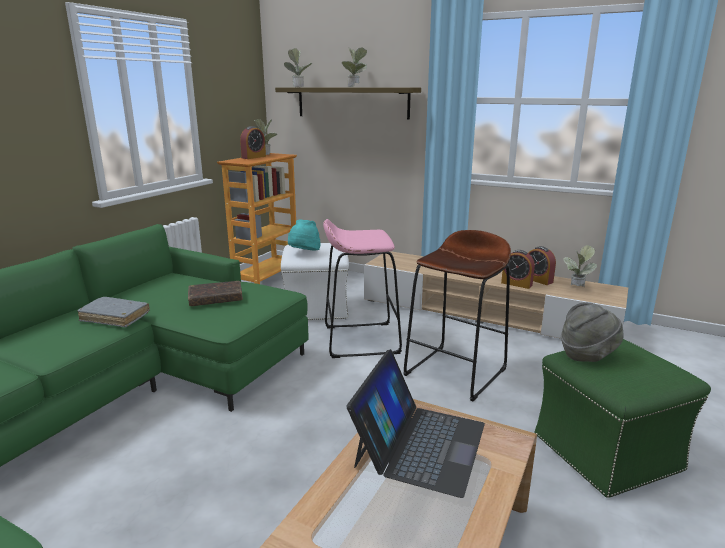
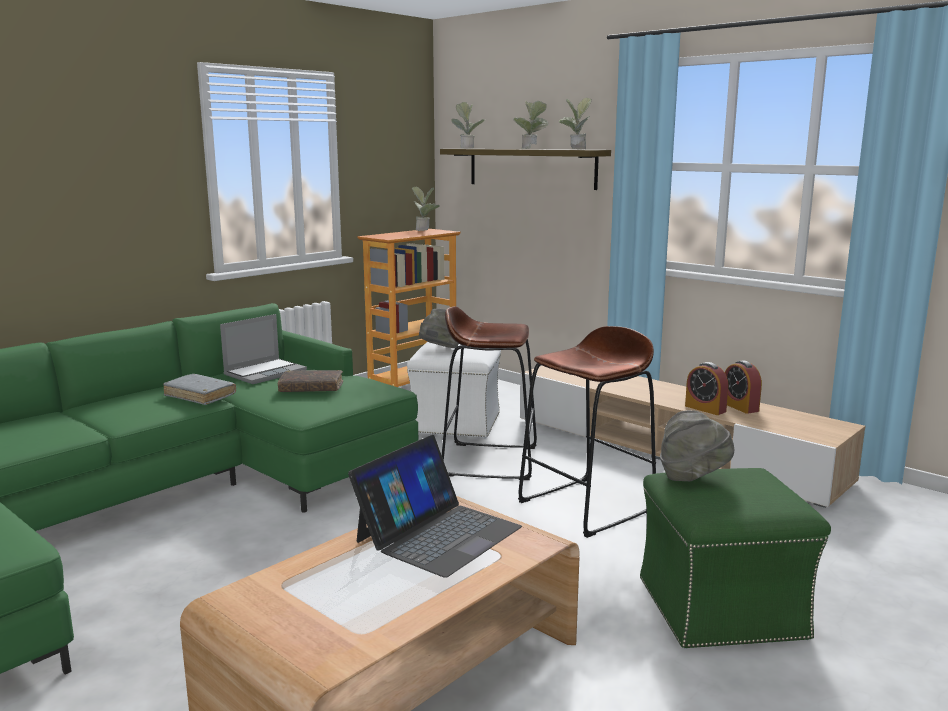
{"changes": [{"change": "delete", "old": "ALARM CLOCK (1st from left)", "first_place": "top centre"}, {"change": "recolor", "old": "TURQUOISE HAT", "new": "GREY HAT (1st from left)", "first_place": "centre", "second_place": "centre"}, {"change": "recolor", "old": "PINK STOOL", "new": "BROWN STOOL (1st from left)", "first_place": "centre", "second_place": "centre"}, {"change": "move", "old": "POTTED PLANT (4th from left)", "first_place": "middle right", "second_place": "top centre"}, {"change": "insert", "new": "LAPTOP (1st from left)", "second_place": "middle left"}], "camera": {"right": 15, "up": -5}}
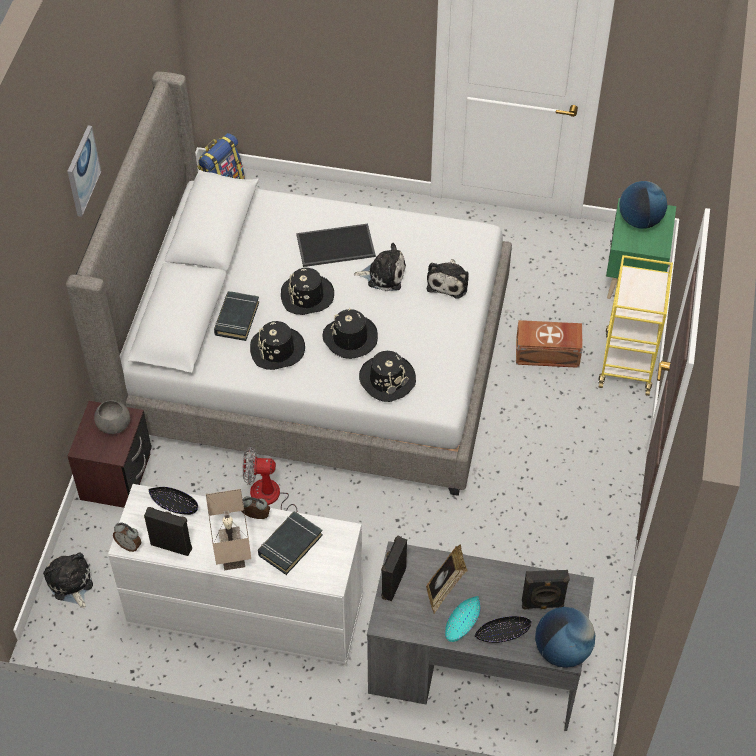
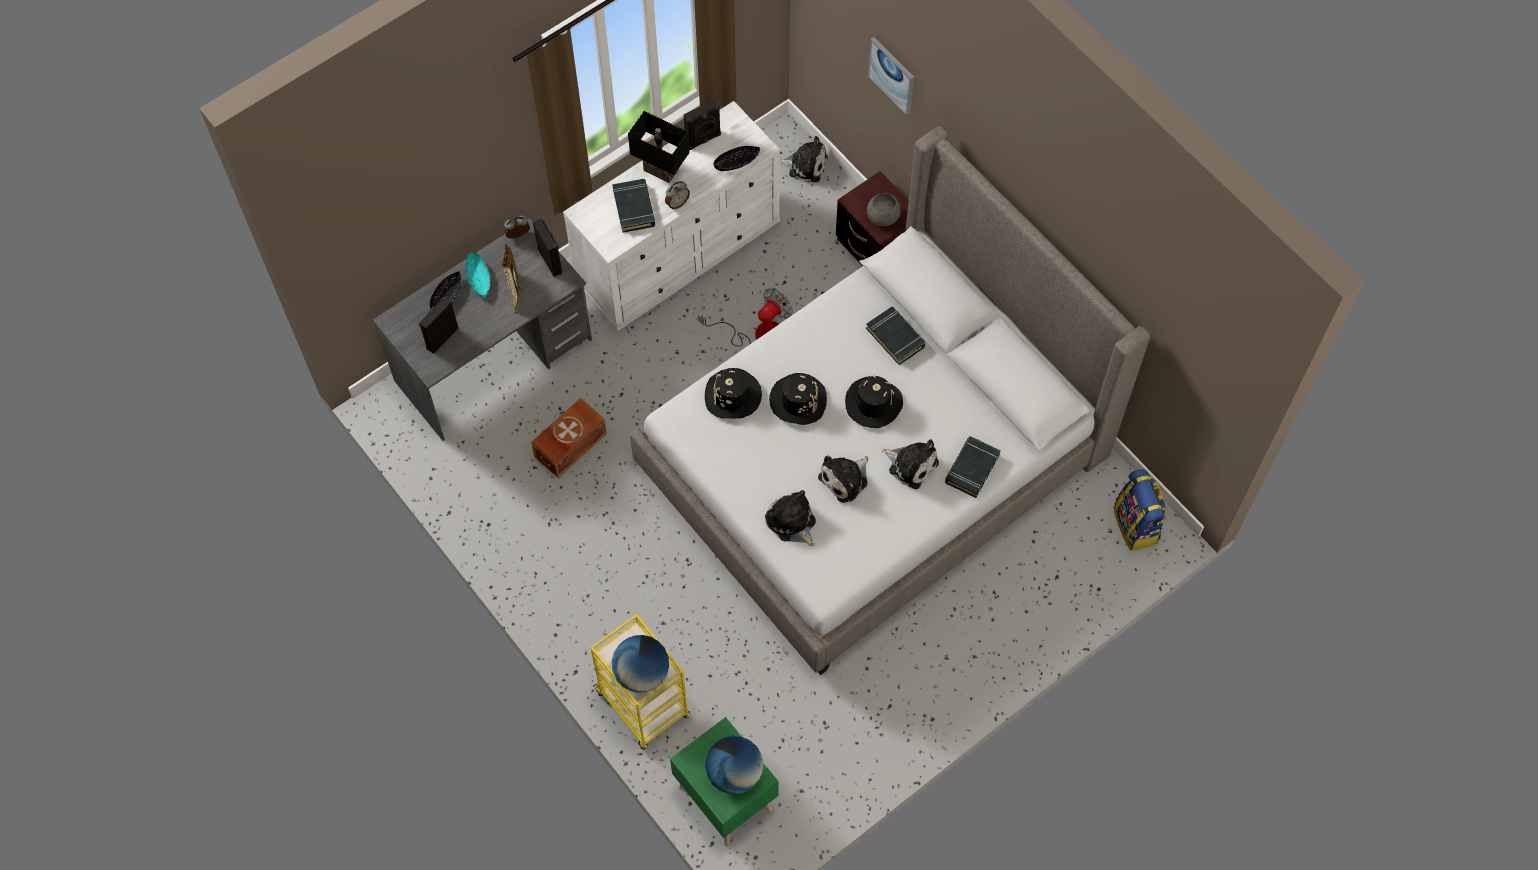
{"changes": [{"change": "move", "old": "PICTURE", "first_place": "top left", "second_place": "top centre"}, {"change": "move", "old": "ALARM CLOCK (1st from left)", "first_place": "bottom left", "second_place": "top centre"}, {"change": "recolor", "old": "BEIGE TABLE LAMP", "new": "BLACK TABLE LAMP", "first_place": "bottom left", "second_place": "top centre"}, {"change": "delete", "old": "BLACK HAT (1st from left)", "first_place": "centre"}, {"change": "replace", "old": "TRAY", "new": "PLUSH TOY (4th from left)", "first_place": "top centre", "second_place": "centre"}, {"change": "move", "old": "BROWN STORAGE BOX", "first_place": "middle right", "second_place": "centre"}, {"change": "move", "old": "GLOBE (1st from left)", "first_place": "bottom right", "second_place": "bottom centre"}, {"change": "insert", "new": "BLACK BOOK (3rd from left)", "second_place": "centre"}], "camera": {"right": 130, "up": 10}}
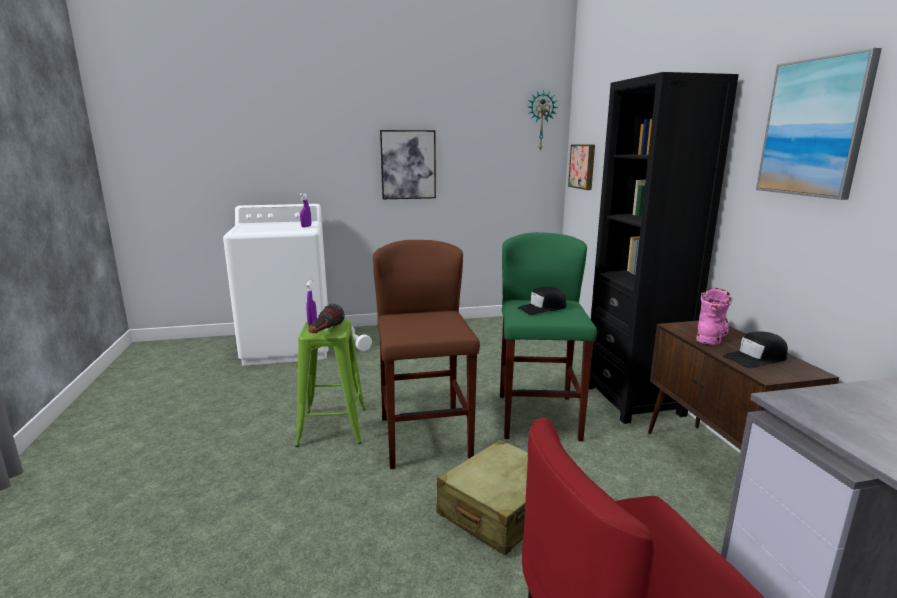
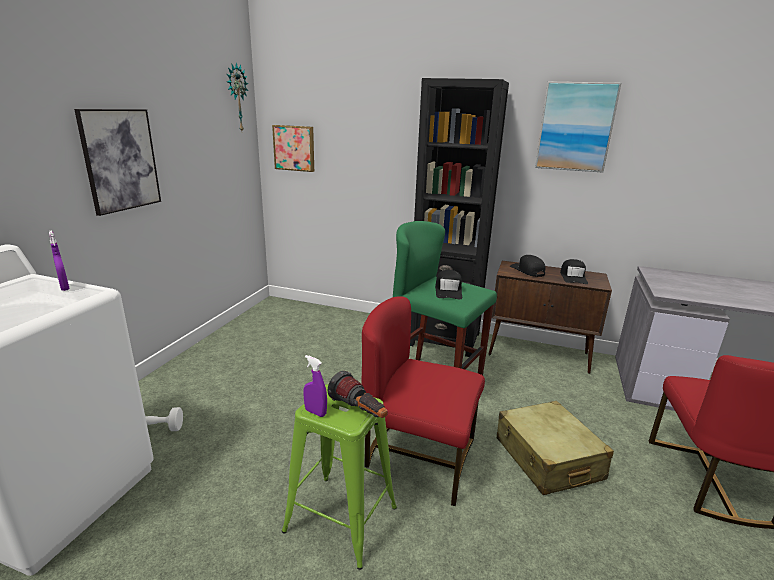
{"changes": [{"change": "replace", "old": "BROWN STOOL", "new": "RED CHAIR (1st from left)", "first_place": "centre", "second_place": "bottom centre"}, {"change": "replace", "old": "PINK BOOT", "new": "BLACK CAP (2nd from left)", "first_place": "middle right", "second_place": "middle right"}], "camera": {"right": -60, "up": 5}}
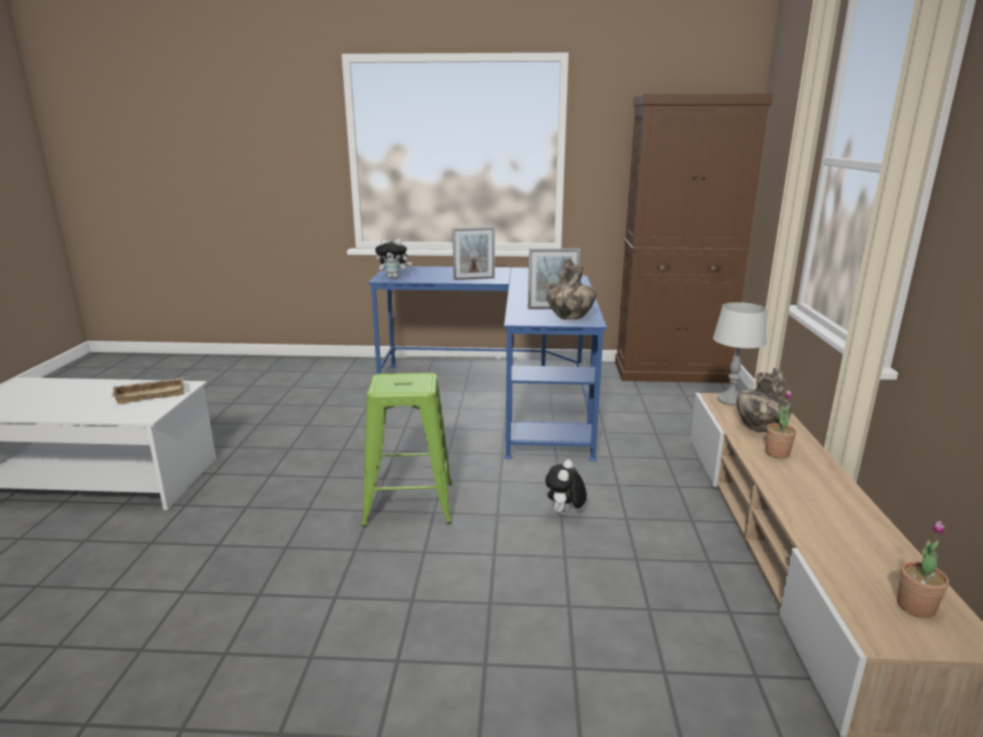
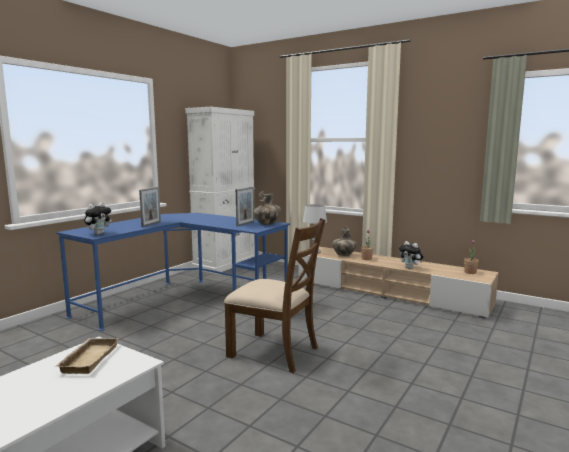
{"changes": [{"change": "replace", "old": "GREEN STOOL", "new": "BROWN CHAIR", "first_place": "centre", "second_place": "centre"}, {"change": "move", "old": "PLUSH TOY (2nd from left)", "first_place": "centre", "second_place": "middle right"}, {"change": "recolor", "old": "BROWN CABINET", "new": "WHITE CABINET", "first_place": "top right", "second_place": "centre"}], "camera": {"right": -60, "up": -10}}
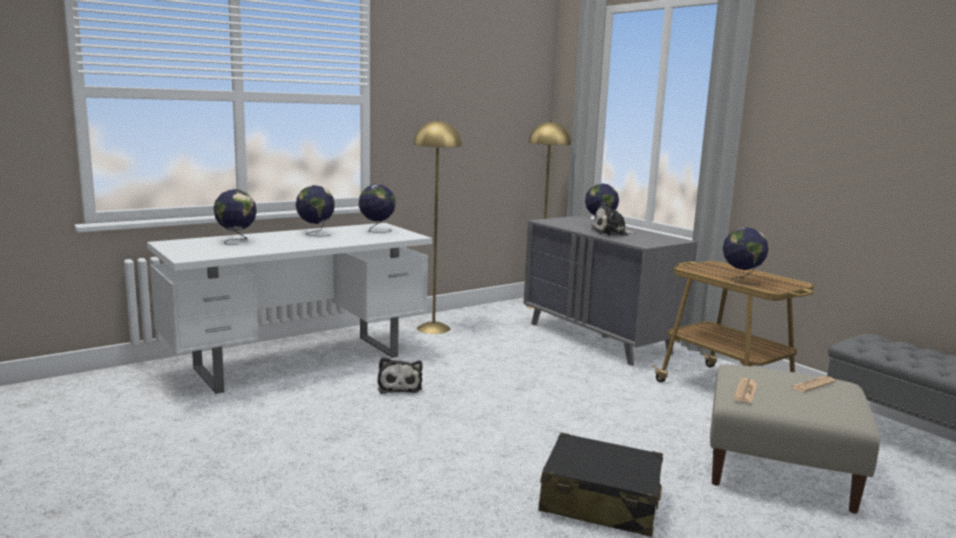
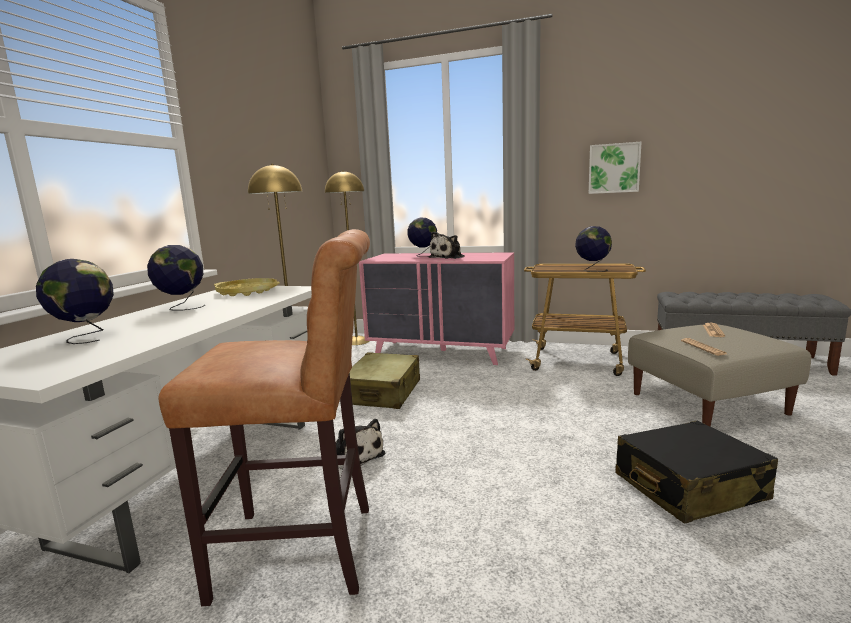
{"changes": [{"change": "replace", "old": "GLOBE (3rd from left)", "new": "YELLOW TRAY", "first_place": "centre", "second_place": "middle left"}, {"change": "recolor", "old": "GREY DRESSER", "new": "PINK DRESSER", "first_place": "centre", "second_place": "centre"}, {"change": "insert", "new": "BROWN STOOL", "second_place": "bottom left"}, {"change": "insert", "new": "BEIGE SUITCASE", "second_place": "centre"}, {"change": "insert", "new": "PICTURE", "second_place": "top right"}], "camera": {"right": -35, "up": 0}}
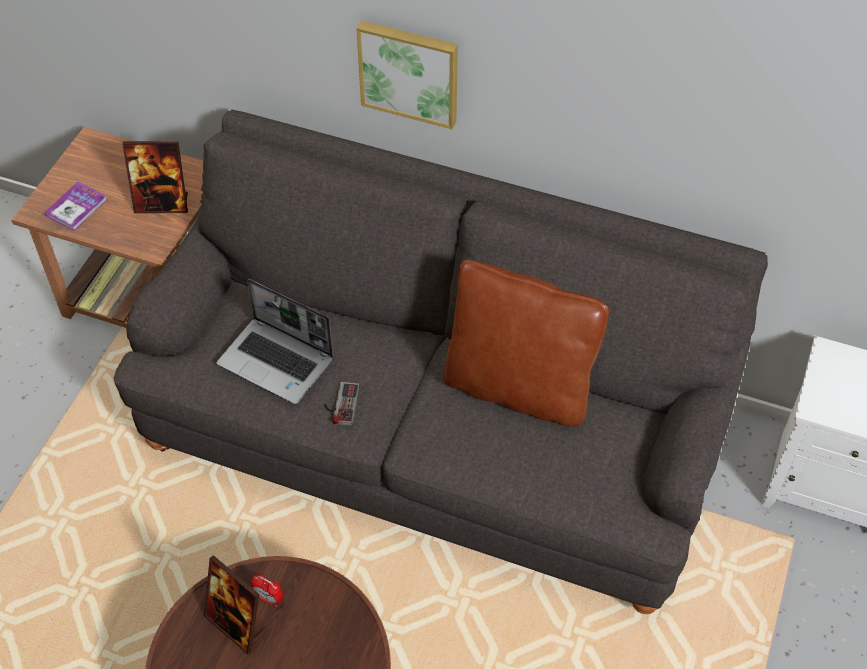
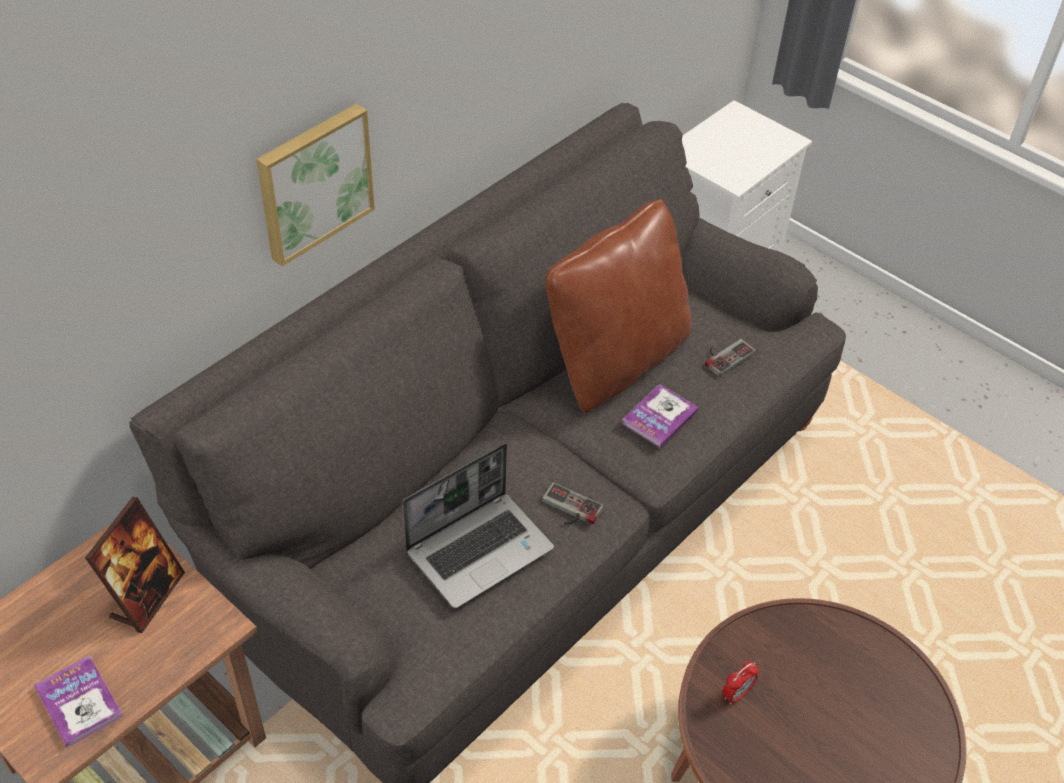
{"changes": [{"change": "delete", "old": "PICTURE FRAME (2nd from left)", "first_place": "bottom left"}, {"change": "insert", "new": "BOOK (2nd from left)", "second_place": "centre"}, {"change": "insert", "new": "GAME CONTROLLER (2nd from left)", "second_place": "middle right"}], "camera": {"right": -70, "up": -5}}
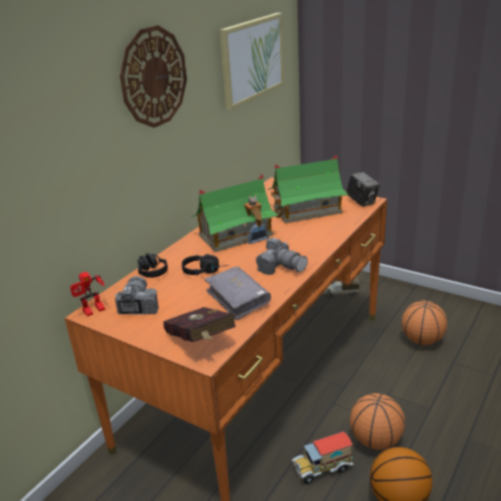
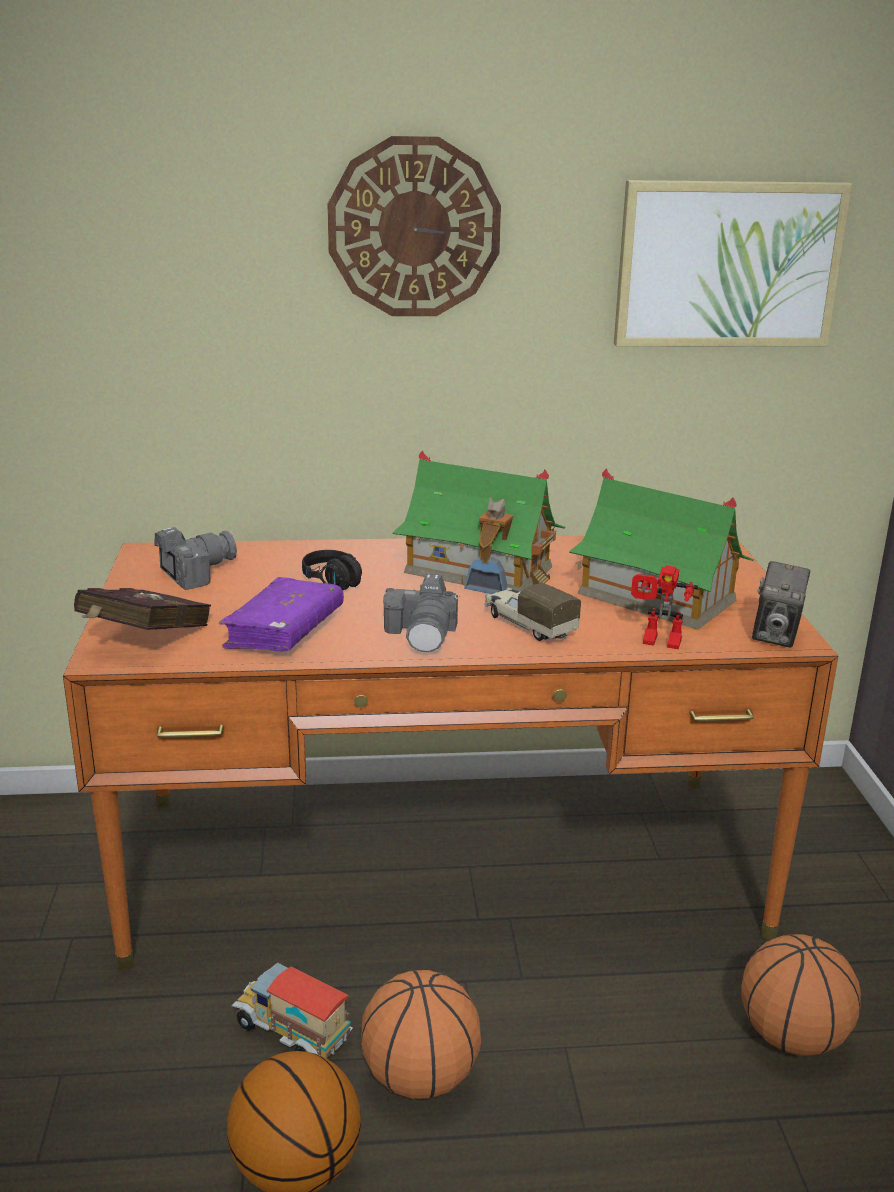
{"changes": [{"change": "move", "old": "TOY ROBOT", "first_place": "middle left", "second_place": "middle right"}, {"change": "delete", "old": "BLACK HEADPHONES (1st from left)", "first_place": "middle left"}, {"change": "recolor", "old": "GREY BOOK", "new": "PURPLE BOOK", "first_place": "centre", "second_place": "middle left"}, {"change": "move", "old": "TOY TRUCK (2nd from left)", "first_place": "middle right", "second_place": "centre"}], "camera": {"right": 50, "up": -5}}
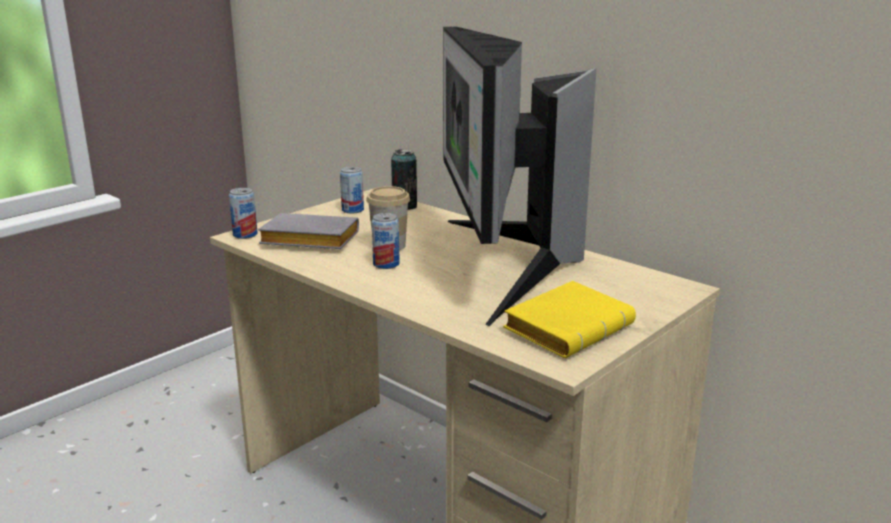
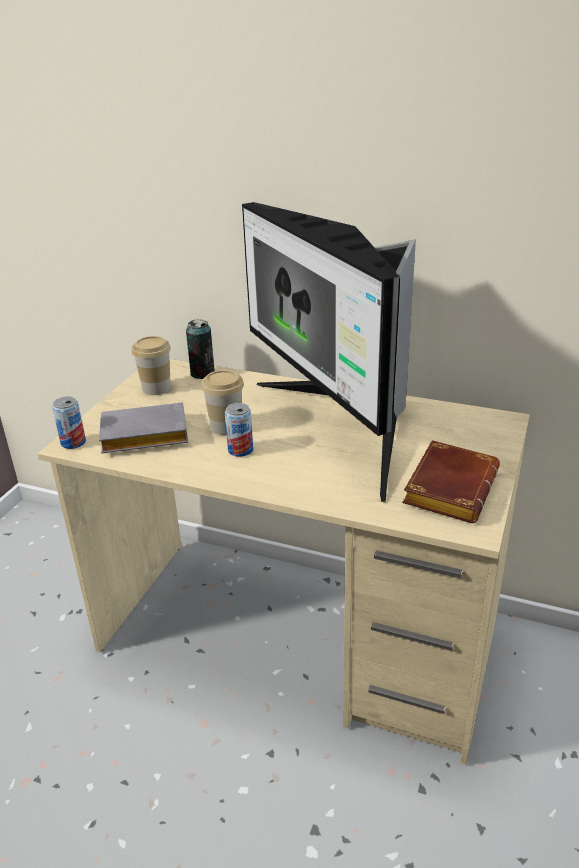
{"changes": [{"change": "replace", "old": "CAN (2nd from left)", "new": "CUP (1st from left)", "first_place": "centre", "second_place": "middle left"}, {"change": "recolor", "old": "YELLOW BOOK", "new": "BROWN BOOK", "first_place": "centre", "second_place": "middle right"}], "camera": {"right": -20, "up": 10}}
